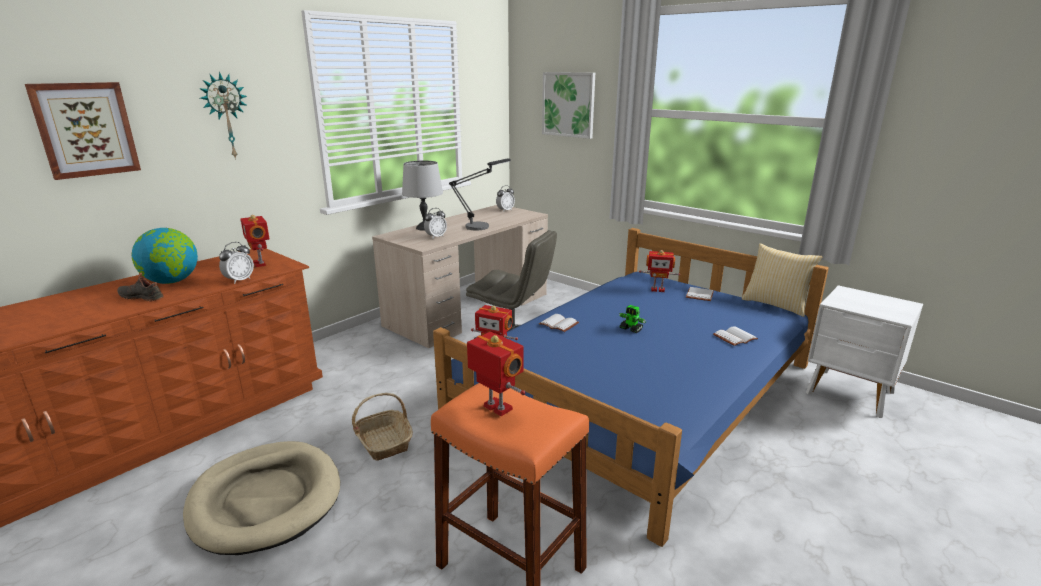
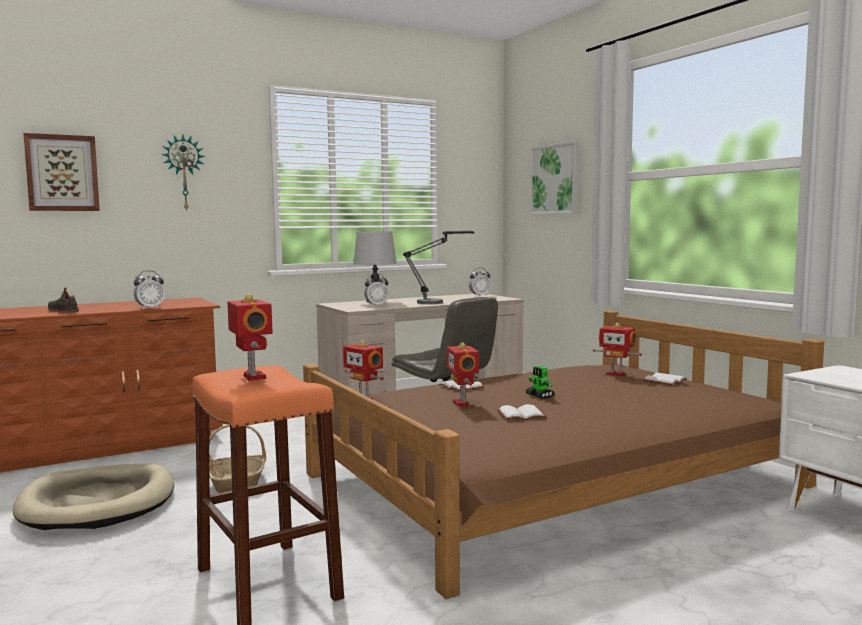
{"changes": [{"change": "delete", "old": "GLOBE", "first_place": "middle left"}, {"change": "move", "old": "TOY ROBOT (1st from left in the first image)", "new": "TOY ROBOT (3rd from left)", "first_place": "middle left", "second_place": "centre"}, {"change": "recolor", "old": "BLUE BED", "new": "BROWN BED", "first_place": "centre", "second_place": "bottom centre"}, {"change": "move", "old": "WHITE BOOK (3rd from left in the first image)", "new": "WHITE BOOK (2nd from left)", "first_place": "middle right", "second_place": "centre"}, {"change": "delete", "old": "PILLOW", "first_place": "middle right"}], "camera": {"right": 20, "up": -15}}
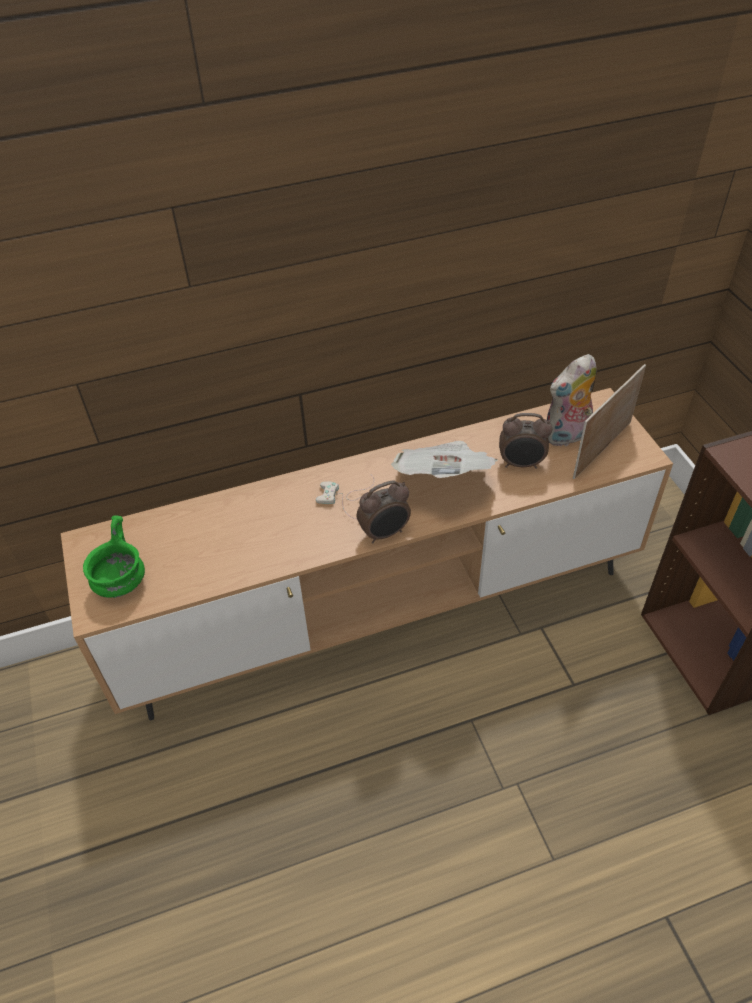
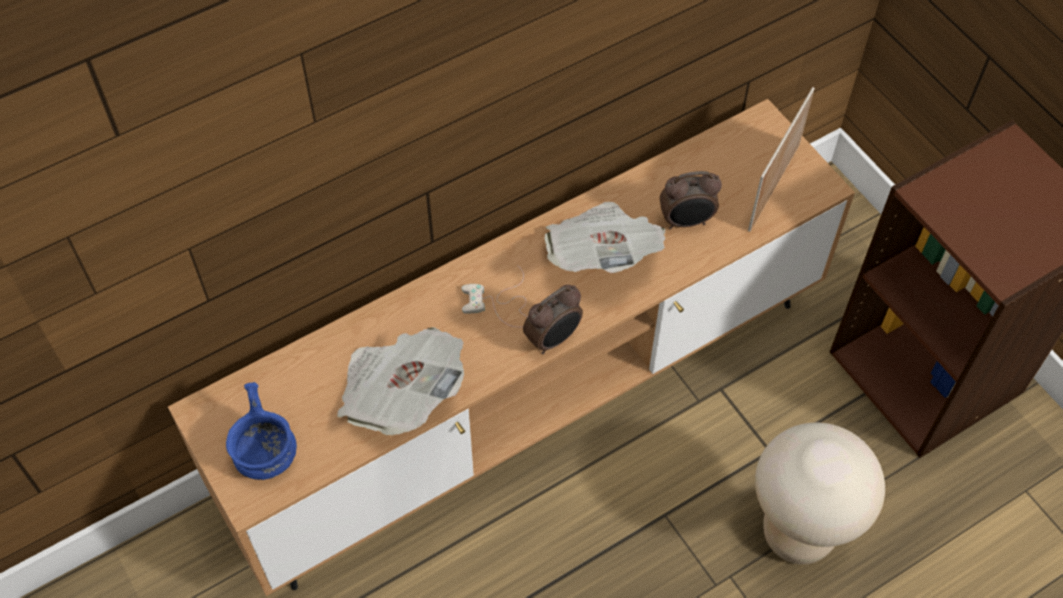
{"changes": [{"change": "recolor", "old": "GREEN BOWL", "new": "BLUE BOWL", "first_place": "middle left", "second_place": "bottom left"}, {"change": "delete", "old": "PLUSH TOY", "first_place": "middle right"}, {"change": "insert", "new": "NEWSPAPER (1st from left)", "second_place": "centre"}, {"change": "insert", "new": "BEIGE STOOL", "second_place": "bottom right"}], "camera": {"right": -15, "up": 10}}
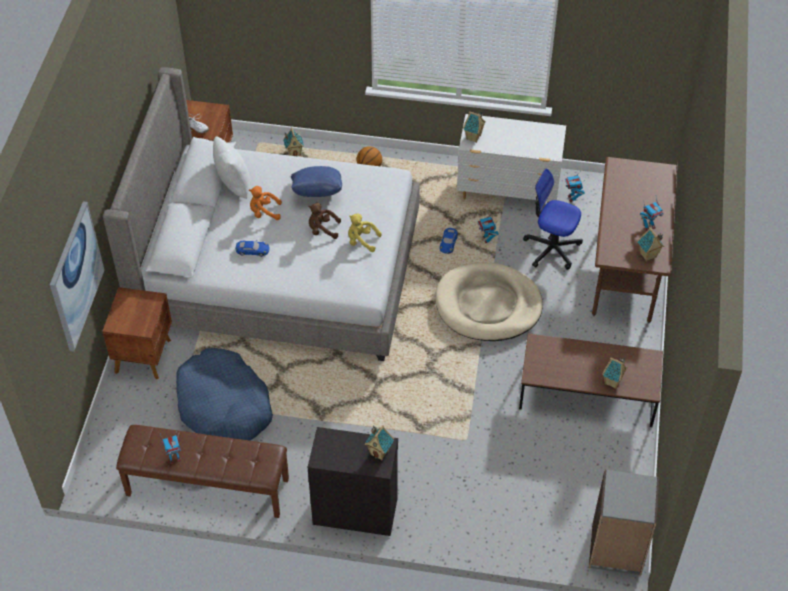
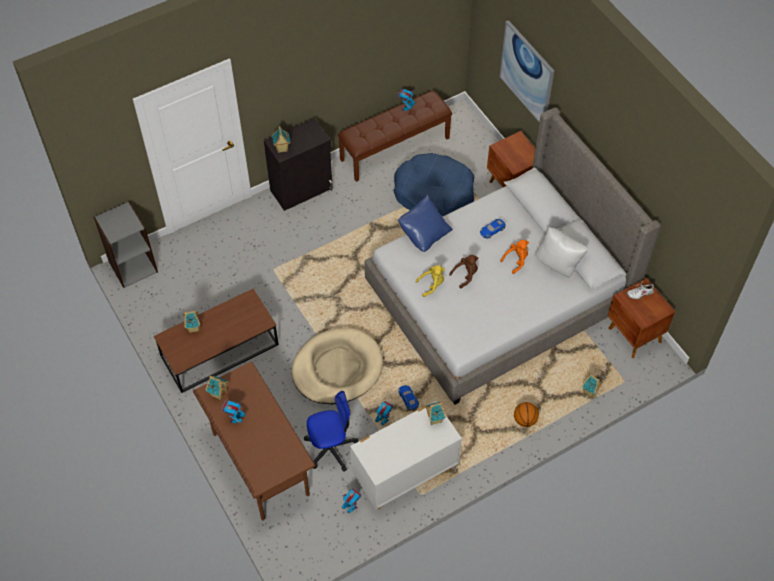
{"changes": [{"change": "move", "old": "BLUE PILLOW", "first_place": "top centre", "second_place": "centre"}], "camera": {"right": 140, "up": 5}}
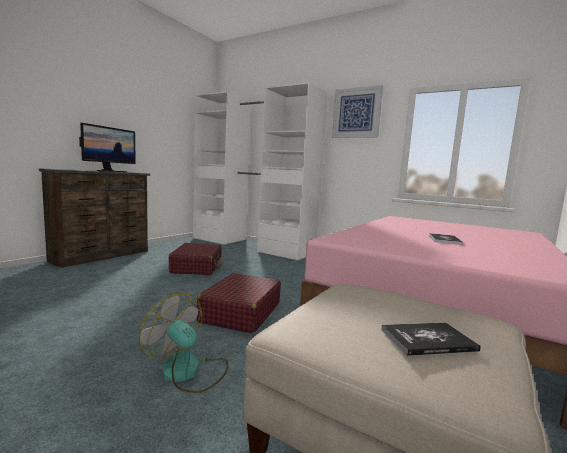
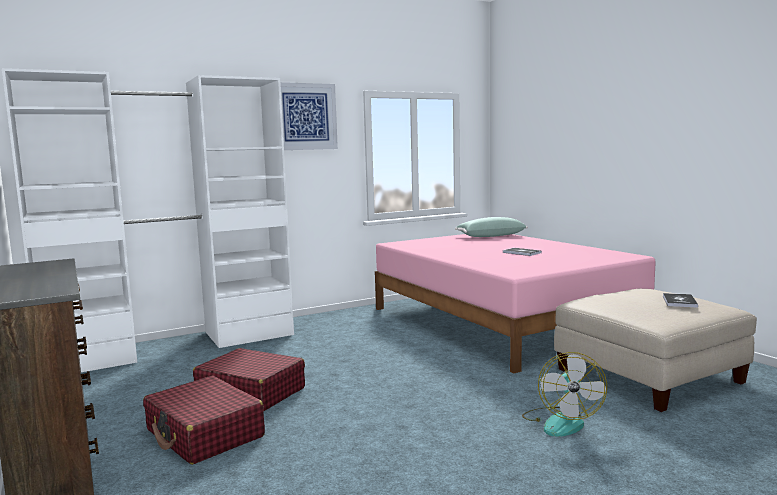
{"changes": [{"change": "delete", "old": "MONITOR", "first_place": "top left"}, {"change": "rotate", "old": "FAN", "first_place": "bottom left", "second_place": "bottom right", "degrees": -60}, {"change": "move", "old": "RED SUITCASE (2nd from left in the first image)", "new": "RED SUITCASE (1st from left)", "first_place": "bottom centre", "second_place": "bottom left"}, {"change": "insert", "new": "GREEN PILLOW", "second_place": "centre"}], "camera": {"right": -60, "up": 0}}
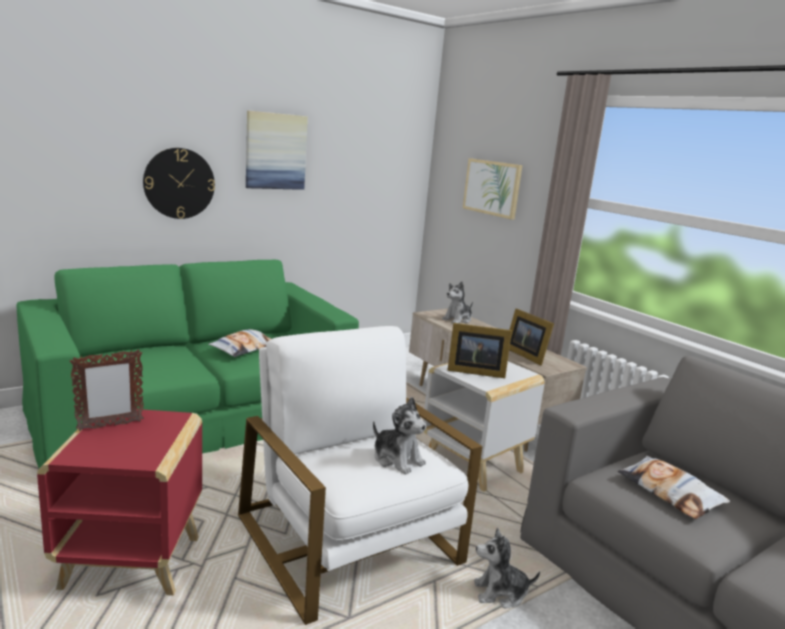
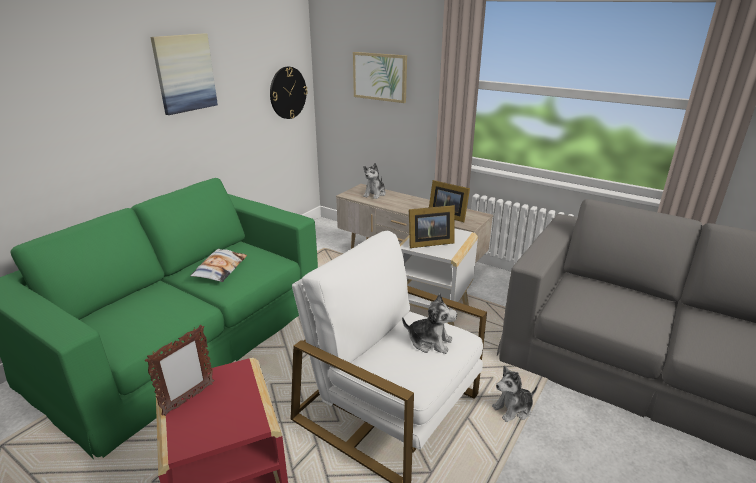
{"changes": [{"change": "move", "old": "WALL CLOCK", "first_place": "top left", "second_place": "top centre"}, {"change": "delete", "old": "PILLOW (2nd from left)", "first_place": "bottom right"}], "camera": {"right": -20, "up": 10}}
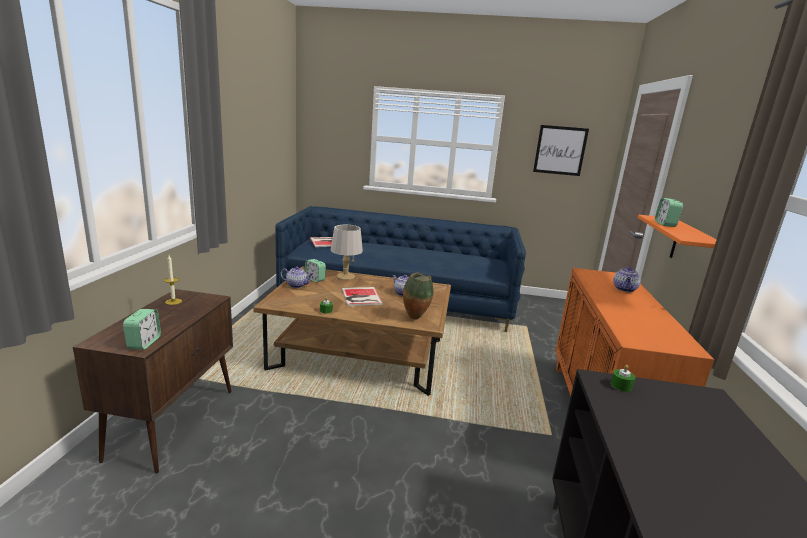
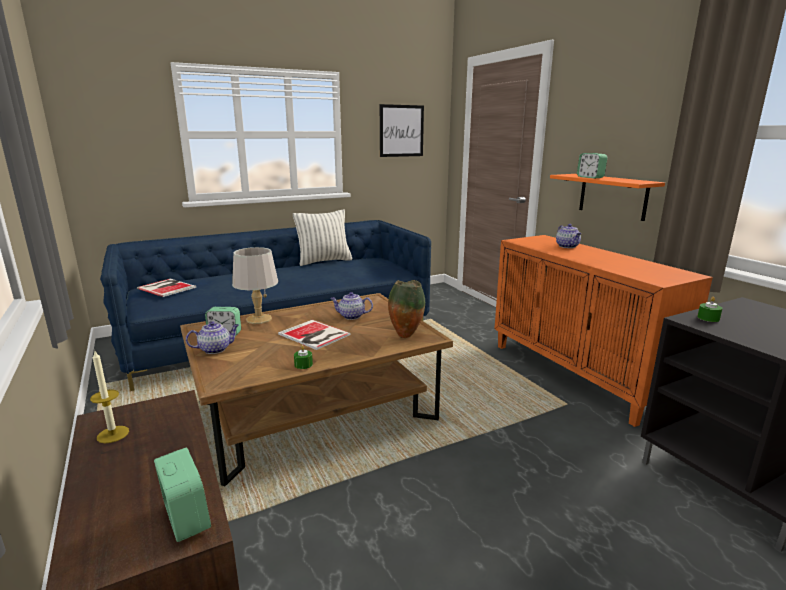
{"changes": [{"change": "insert", "new": "PILLOW", "second_place": "centre"}], "camera": {"right": -35, "up": 0}}
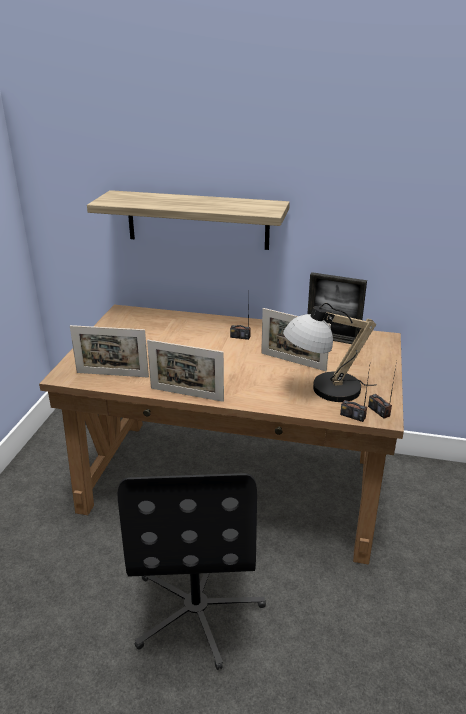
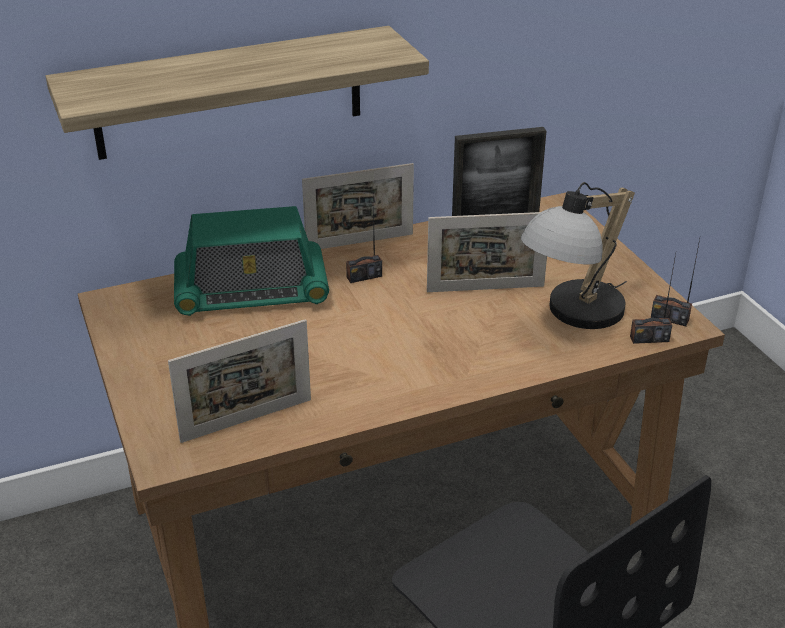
{"changes": [{"change": "move", "old": "PICTURE FRAME (2nd from left)", "first_place": "centre", "second_place": "top centre"}, {"change": "insert", "new": "RADIO (1st from left)", "second_place": "middle left"}], "camera": {"right": -35, "up": 5}}
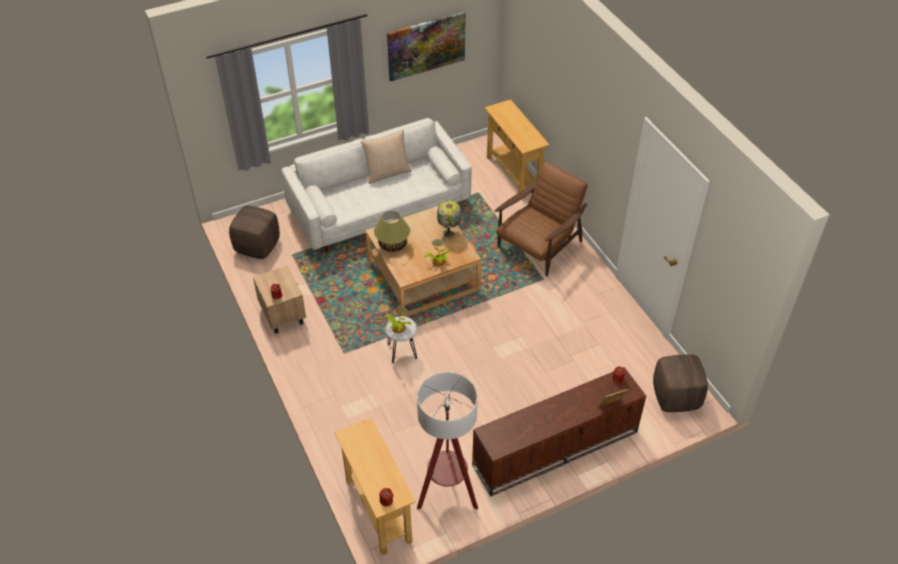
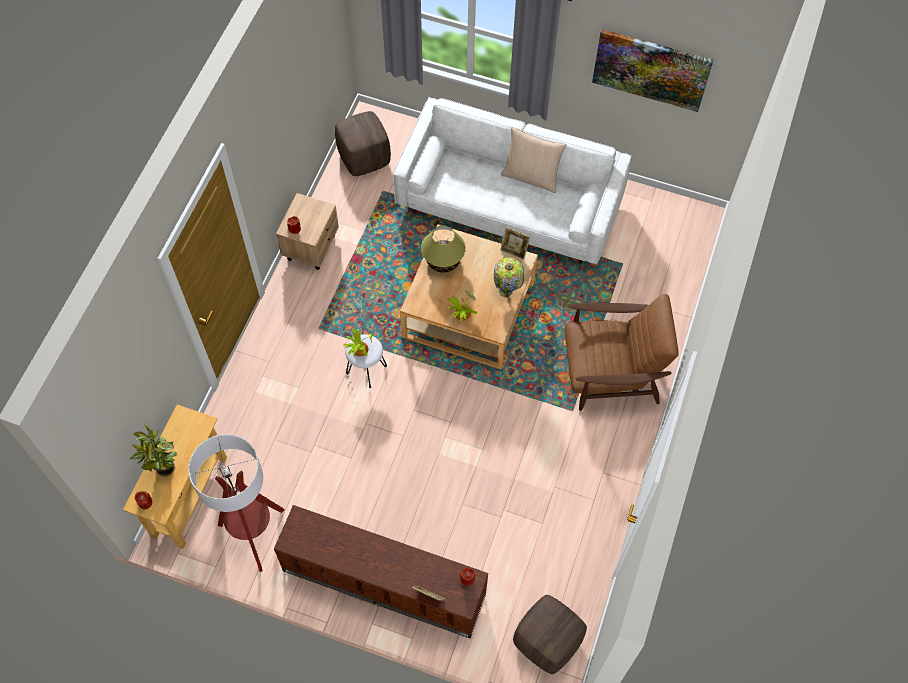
{"changes": [{"change": "delete", "old": "BEIGE CONSOLE TABLE (2nd from left)", "first_place": "top centre"}, {"change": "insert", "new": "POTTED PLANT (1st from left)", "second_place": "middle left"}, {"change": "insert", "new": "PICTURE FRAME (2nd from left)", "second_place": "centre"}], "camera": {"right": 45, "up": 15}}
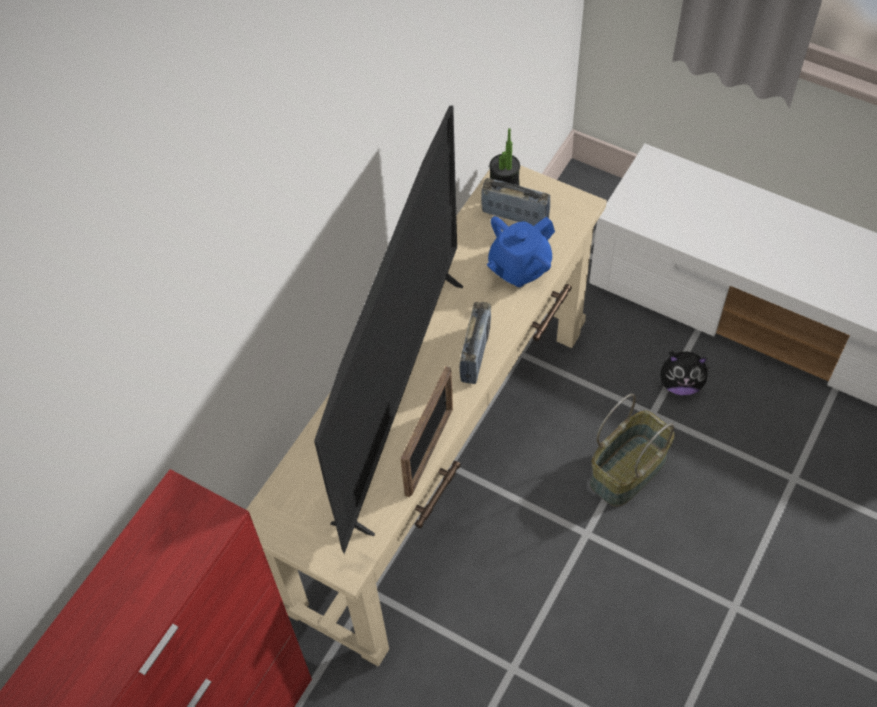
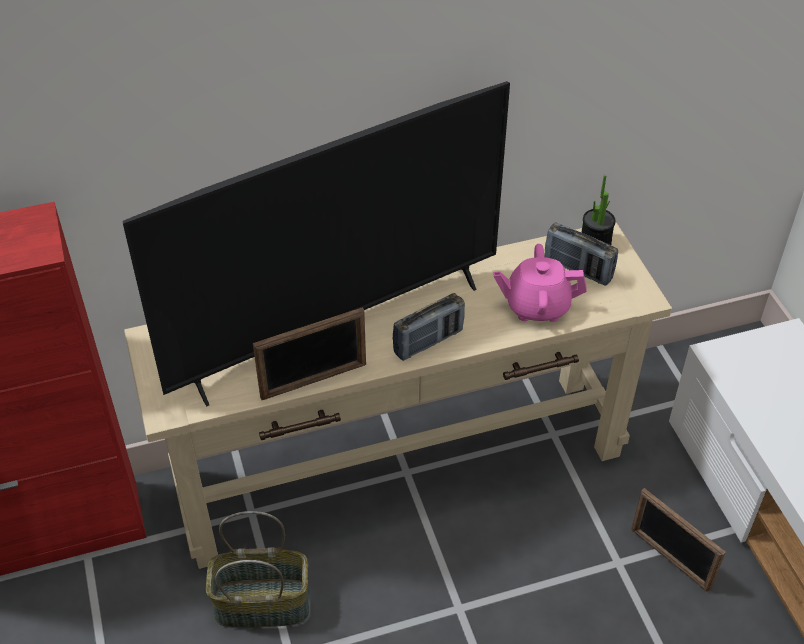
{"changes": [{"change": "rotate", "old": "RADIO (2nd from left)", "first_place": "top centre", "second_place": "middle right", "degrees": 150}, {"change": "recolor", "old": "BLUE TEAPOT", "new": "PINK TEAPOT", "first_place": "centre", "second_place": "middle right"}, {"change": "move", "old": "BASKET", "first_place": "middle right", "second_place": "bottom left"}, {"change": "replace", "old": "PLUSH TOY", "new": "PICTURE FRAME (2nd from left)", "first_place": "middle right", "second_place": "bottom right"}], "camera": {"right": 40, "up": -10}}
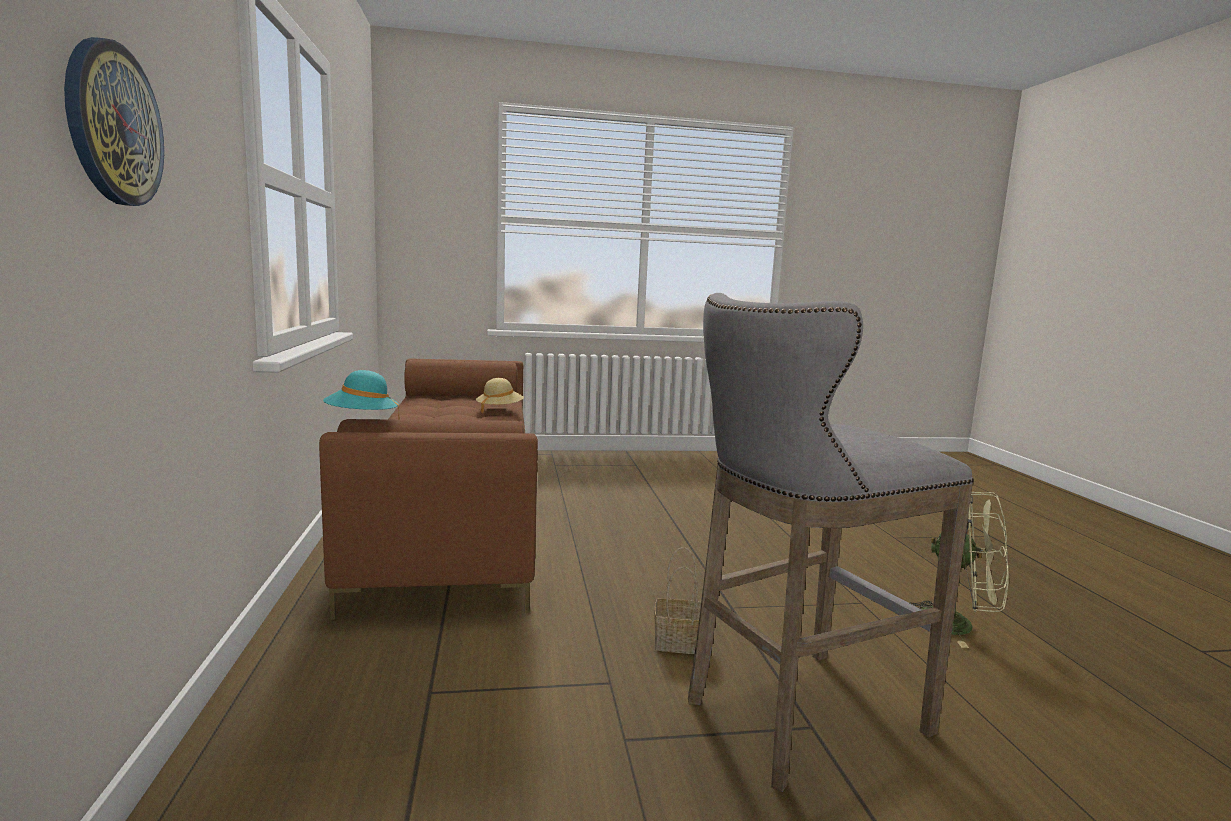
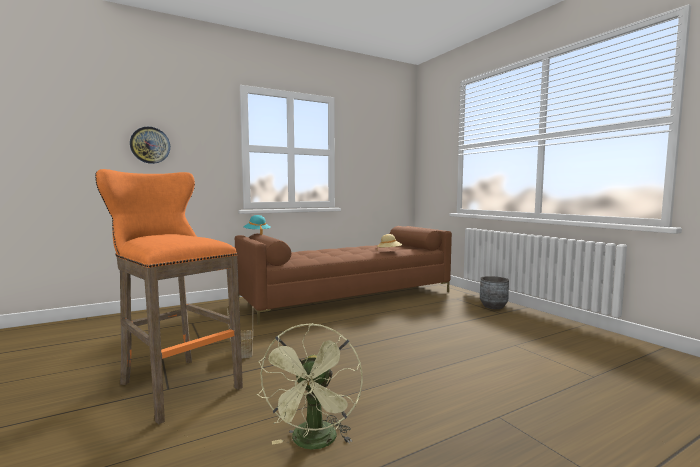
{"changes": [{"change": "recolor", "old": "GREY STOOL", "new": "ORANGE STOOL", "first_place": "middle right", "second_place": "middle left"}, {"change": "insert", "new": "GREY PLANTER", "second_place": "middle right"}], "camera": {"right": 70, "up": -5}}
